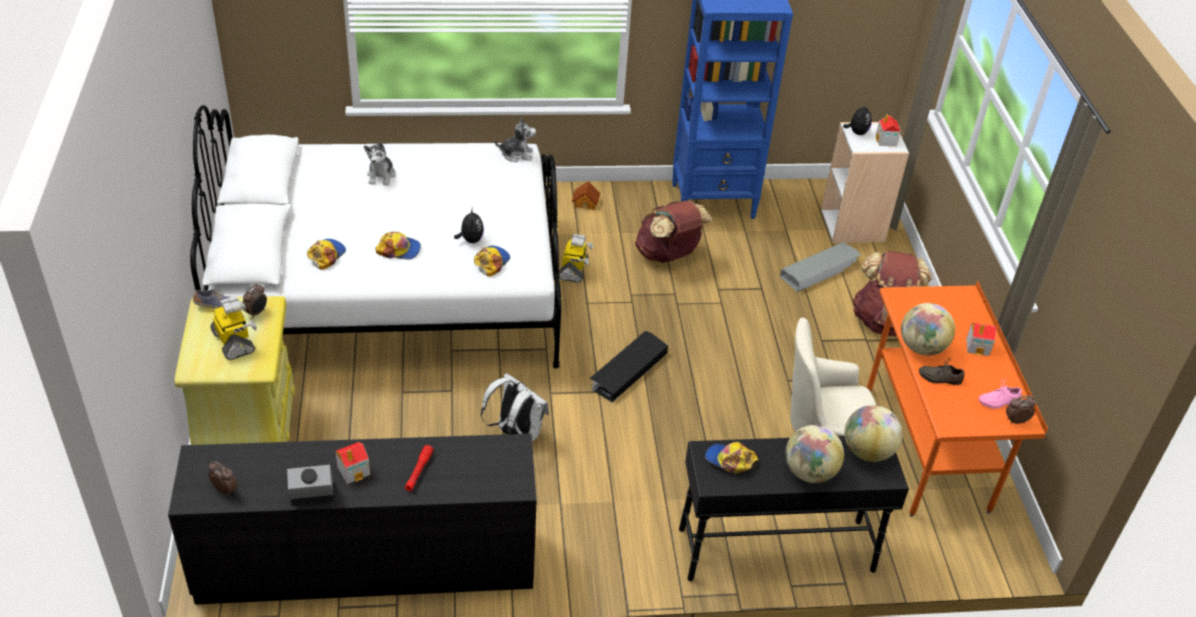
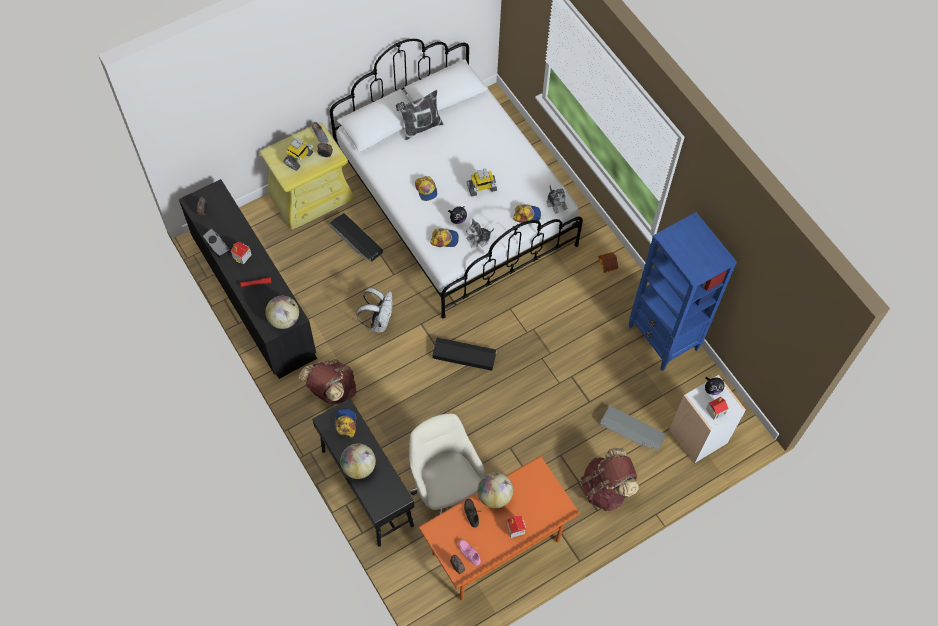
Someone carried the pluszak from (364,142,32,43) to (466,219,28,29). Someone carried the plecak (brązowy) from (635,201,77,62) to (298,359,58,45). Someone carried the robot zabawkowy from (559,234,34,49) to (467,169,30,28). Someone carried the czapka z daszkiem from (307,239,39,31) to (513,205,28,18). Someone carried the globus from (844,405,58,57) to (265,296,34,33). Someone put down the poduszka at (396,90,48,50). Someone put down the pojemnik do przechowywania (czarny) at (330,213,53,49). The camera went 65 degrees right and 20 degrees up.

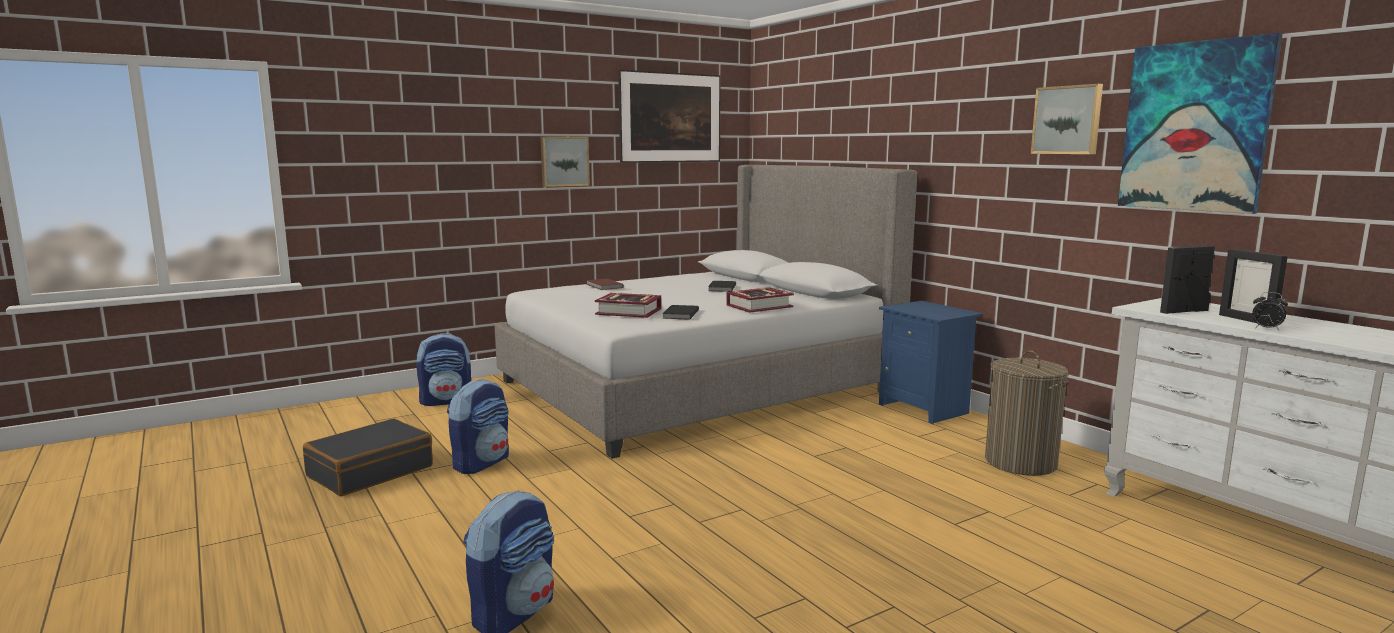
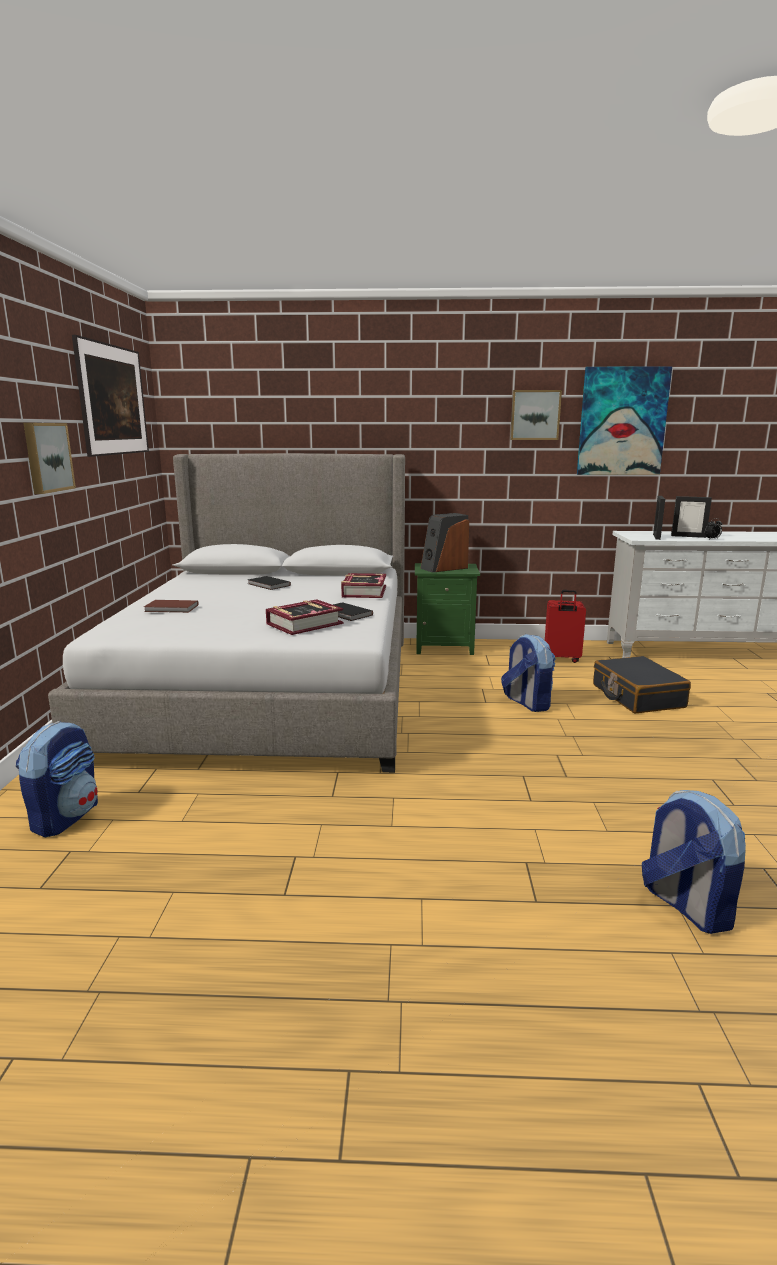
Someone repainted the szafka nocna (niebieski) at (879,301,104,123), which became the szafka nocna (zielony) at (415,563,65,92). Someone swapped the kosz na pranie at (985,350,84,126) for the walizka (czerwony) at (545,590,41,73). Someone carried the plecak from (447,379,62,95) to (501,634,55,78). Someone carried the walizka (czarny) from (303,418,130,78) to (593,656,98,57). Someone put down the głośnik at (420,513,49,60). The camera went 55 degrees left and 5 degrees up.

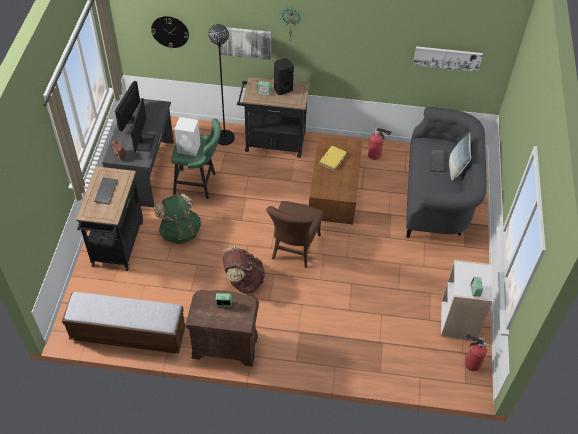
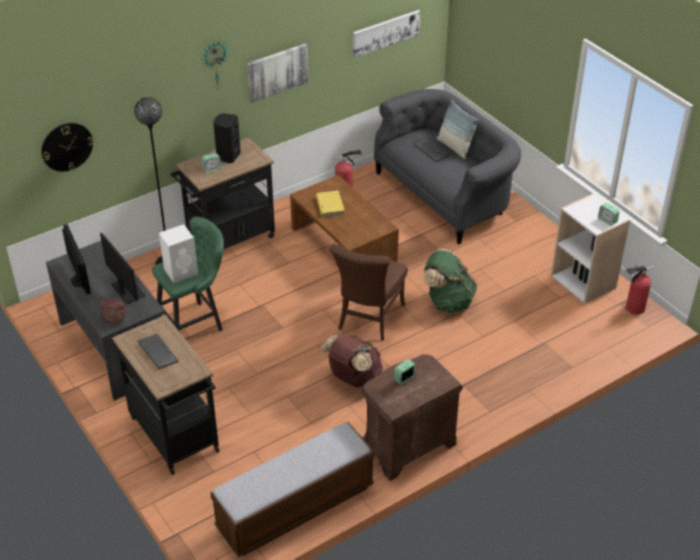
Someone carried the obraz from (220,27,51,33) to (247,44,61,59). Someone carried the plecak (zielony) from (154,194,47,50) to (423,249,54,64). Someone rotated the krzesło (brązowy) at (266,201,58,67) by 45 degrees clockwise. The camera went 40 degrees left and 10 degrees down.

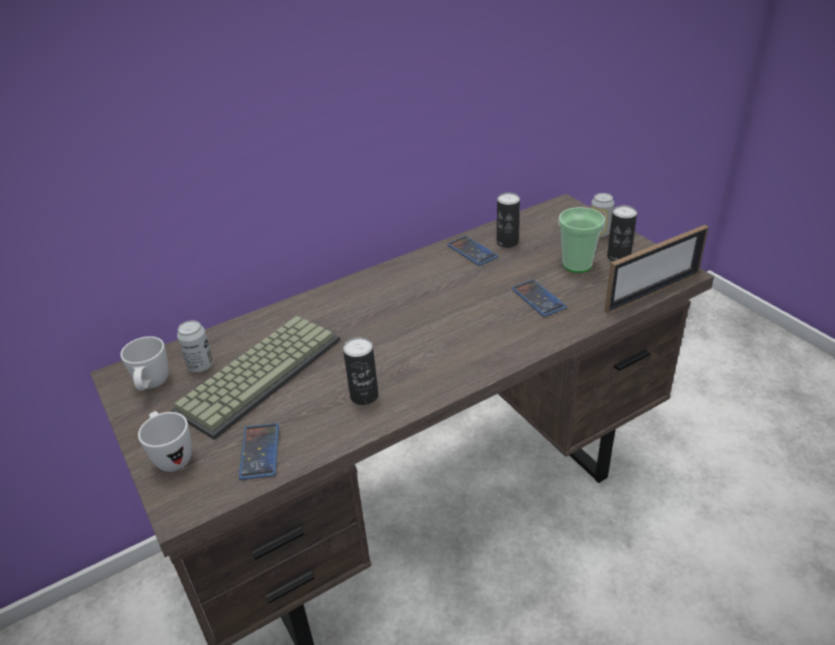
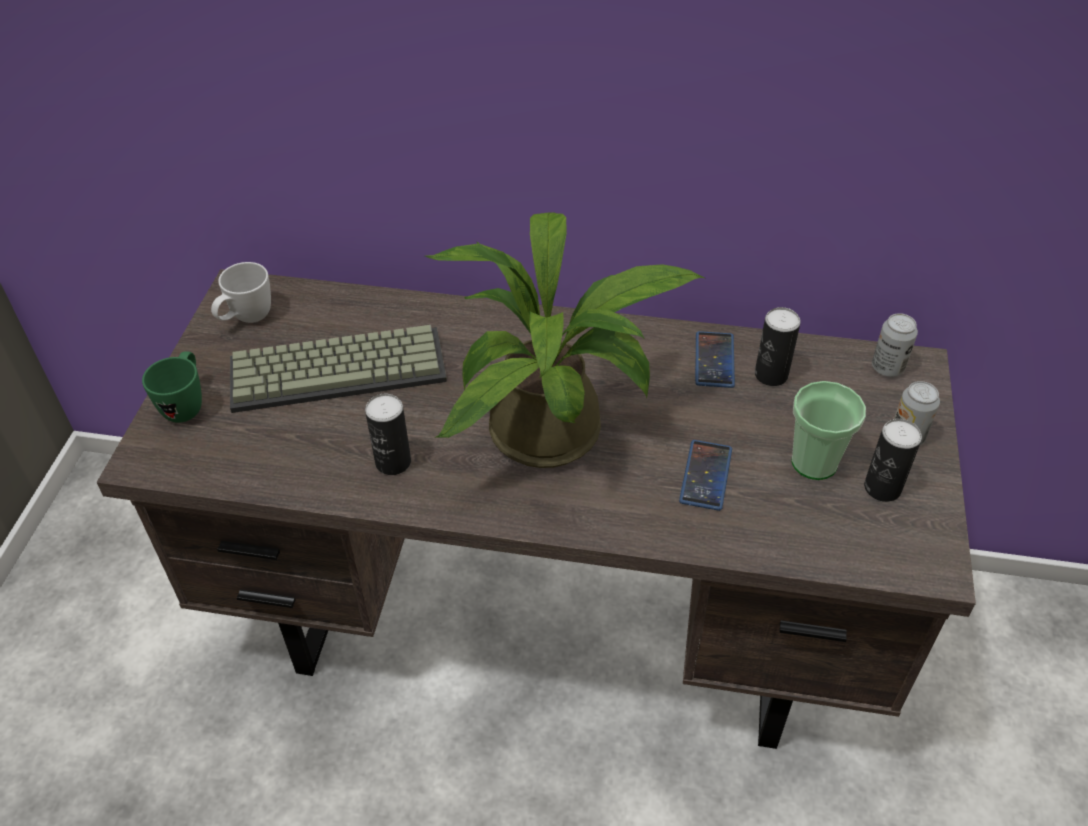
Someone took away the ramka na zdjęcie at (604,225,105,89). Someone carried the puszka from (177,320,37,52) to (872,313,46,64). Someone repainted the kubek (biały) at (138,411,54,61), which became the kubek (zielony) at (142,351,60,72). Someone took away the telefon at (239,423,40,57). Someone put down the roślina doniczkowa at (425,212,279,256). The camera went 40 degrees right and 10 degrees up.

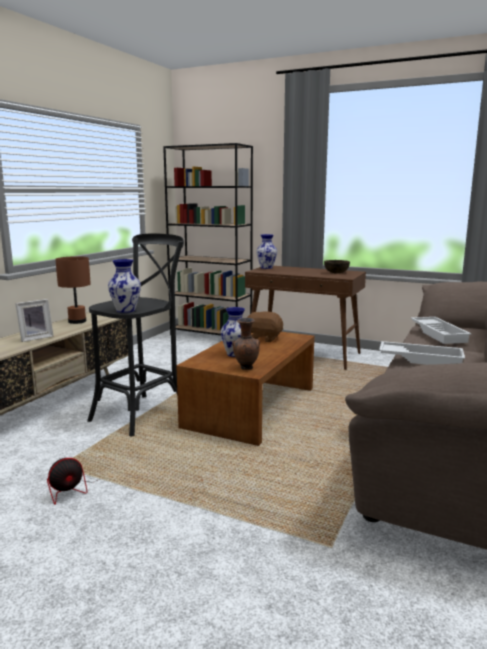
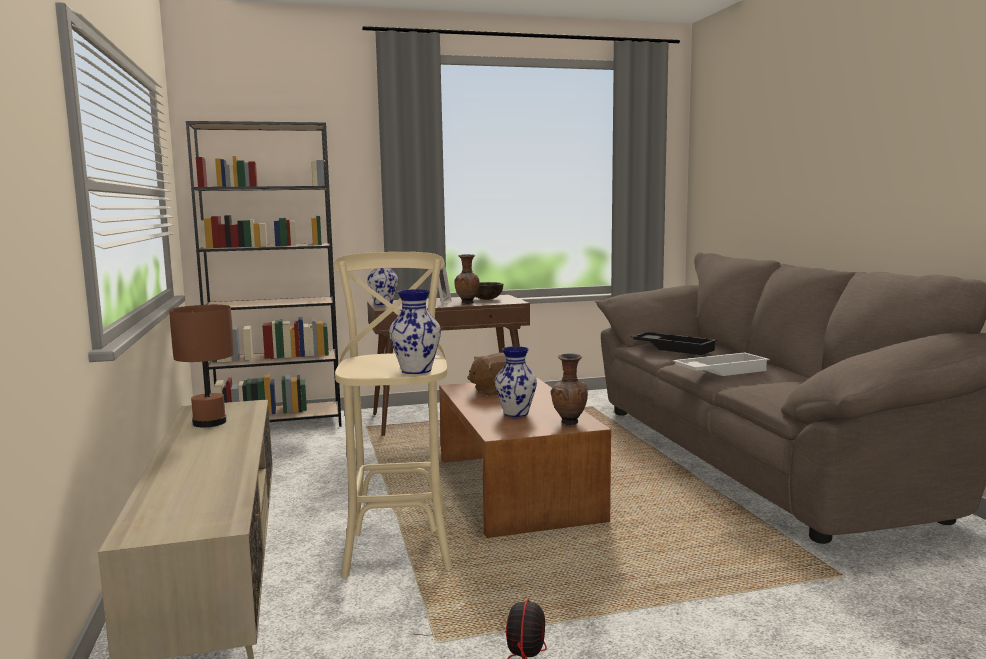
Someone repainted the stołek (czarny) at (87,233,97,203), which became the stołek (beżowy) at (334,252,118,326). Someone carried the ramka na zdjęcie from (15,299,39,43) to (437,262,14,44). Someone repainted the taca (biały) at (411,317,61,27), which became the taca (czarny) at (631,332,86,23). Someone put down the wazon (brązowy) at (454,254,26,50). The camera went 40 degrees left and 5 degrees down.

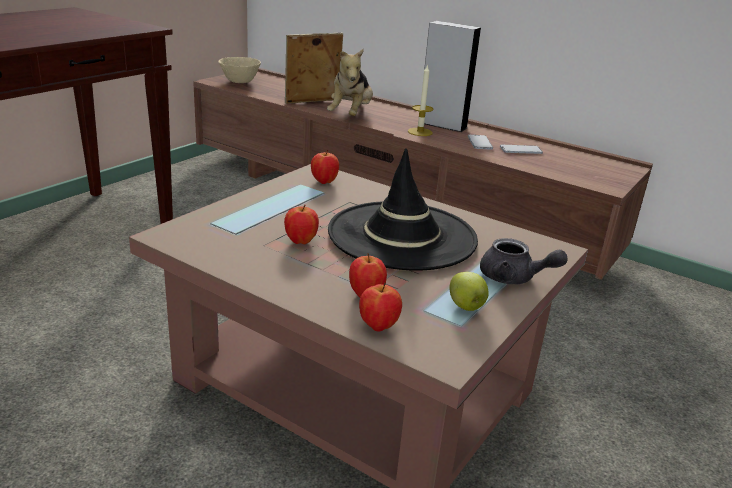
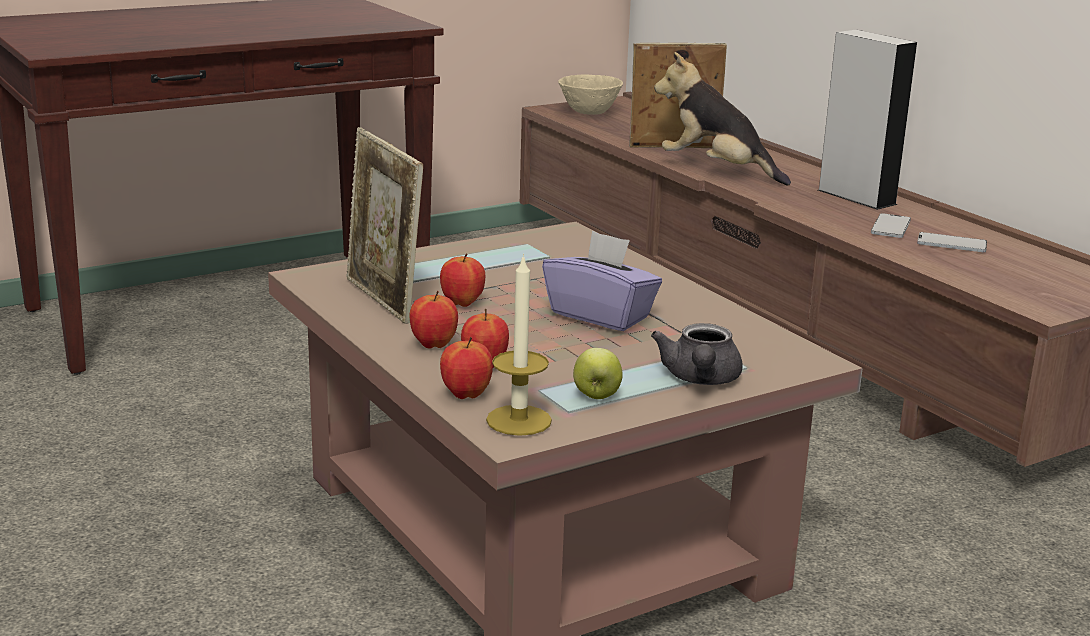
Someone rotated the pluszak at (327,48,46,68) by 90 degrees clockwise. Someone carried the świeca from (408,64,25,72) to (486,254,66,182). Someone swapped the kapelusz (czarny) at (328,148,150,122) for the pudełko chusteczek (fioletowy) at (542,231,120,100). Someone carried the jabłko from (311,150,28,34) to (409,291,49,58). Someone rotated the imbryk (szary) at (480,238,88,46) by 45 degrees clockwise. Someone put down the ramka na zdjęcie at (346,127,77,197). The camera went 25 degrees right and 5 degrees down.

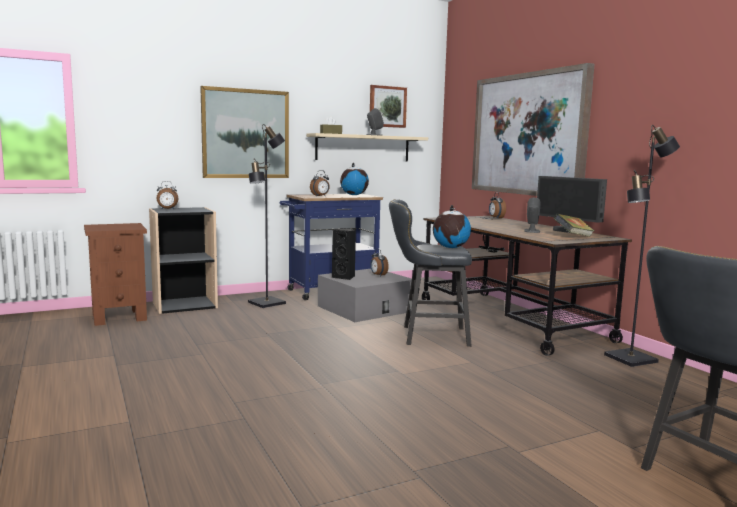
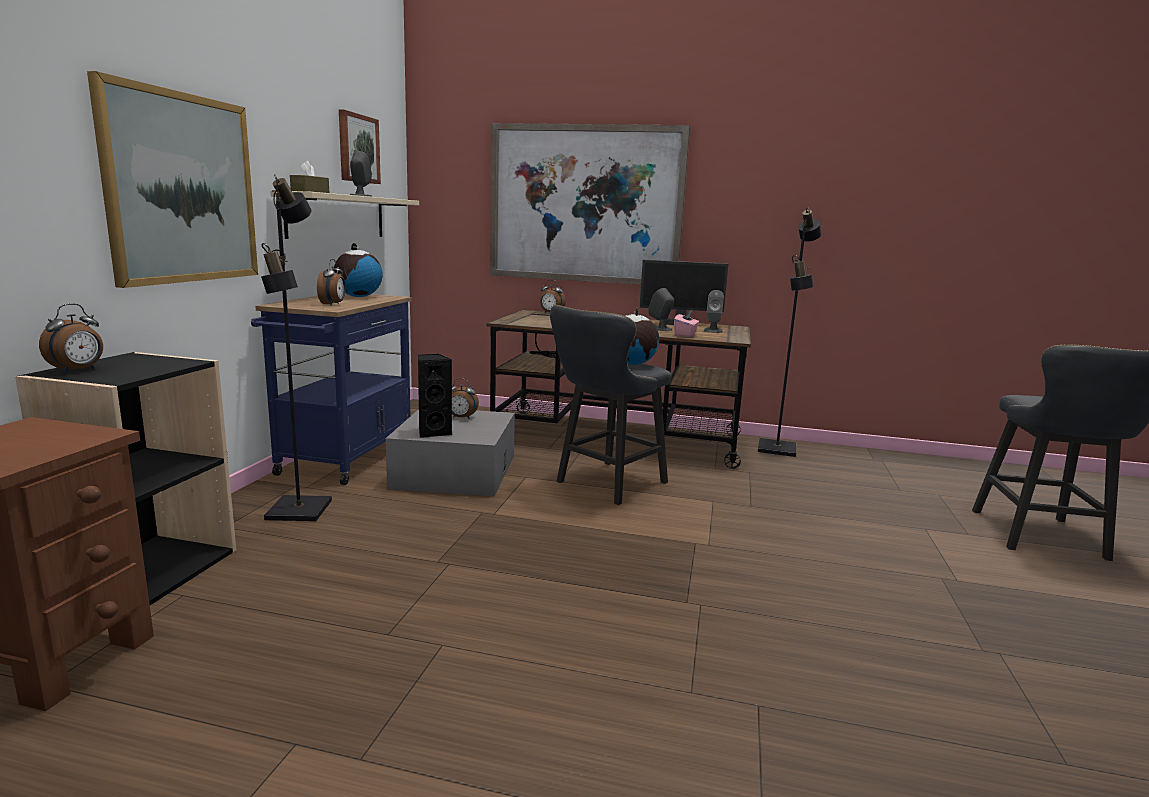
Someone swapped the książka at (554,214,40,23) for the głośnik (szary) at (704,290,20,43). Someone put down the pudełko chusteczek (różowy) at (674,310,25,27). The camera went 50 degrees left and 5 degrees up.

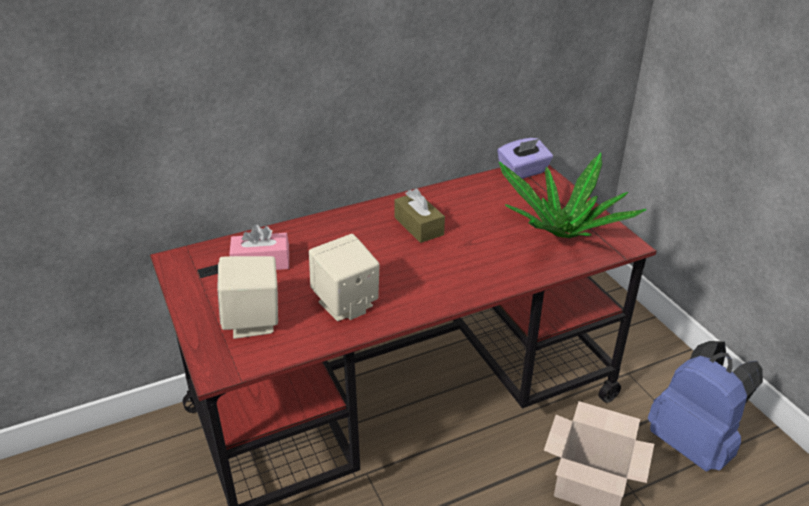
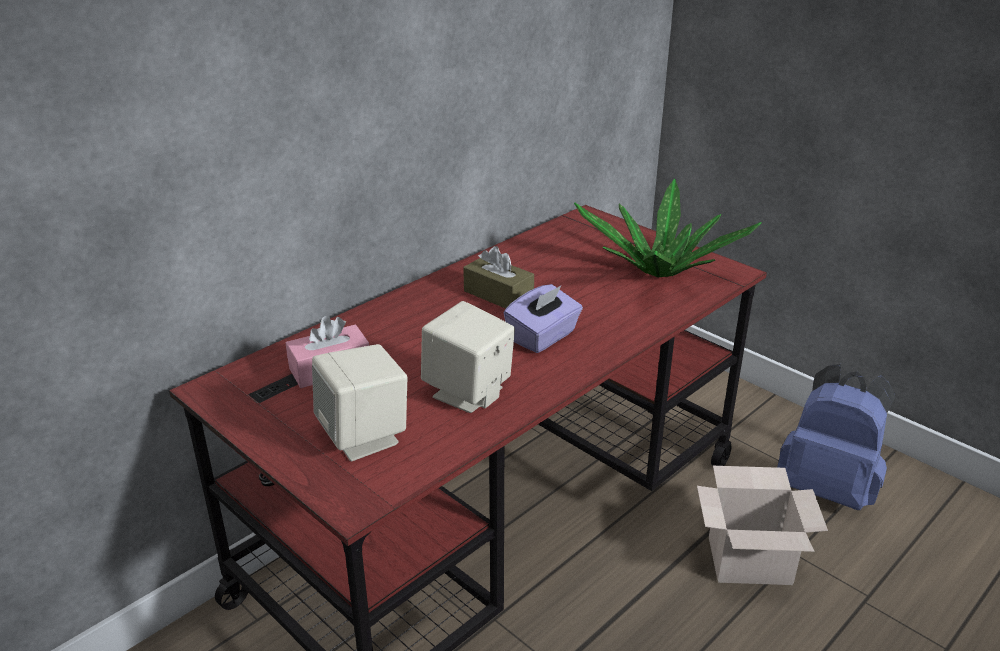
Someone carried the pudełko chusteczek (fioletowy) from (497,138,56,41) to (504,284,79,69). The camera went 20 degrees left and 5 degrees down.

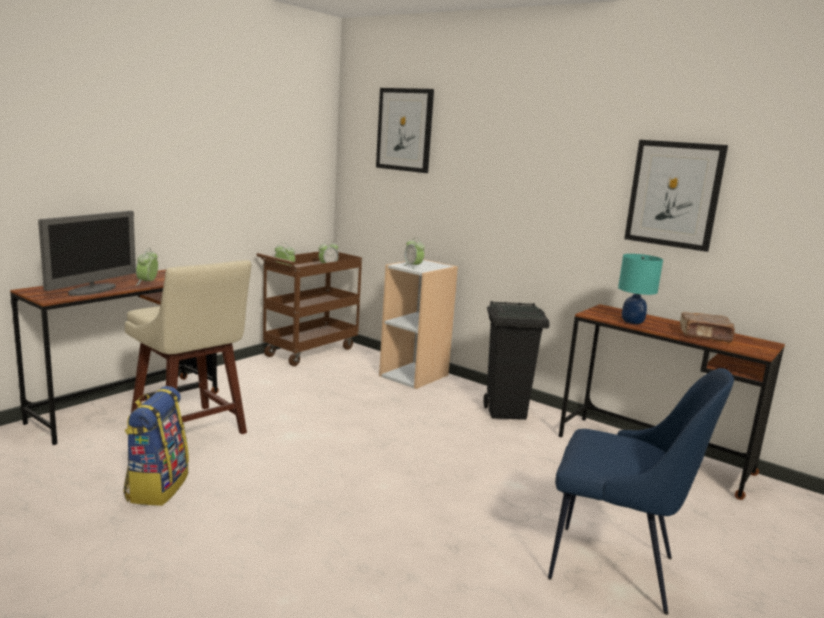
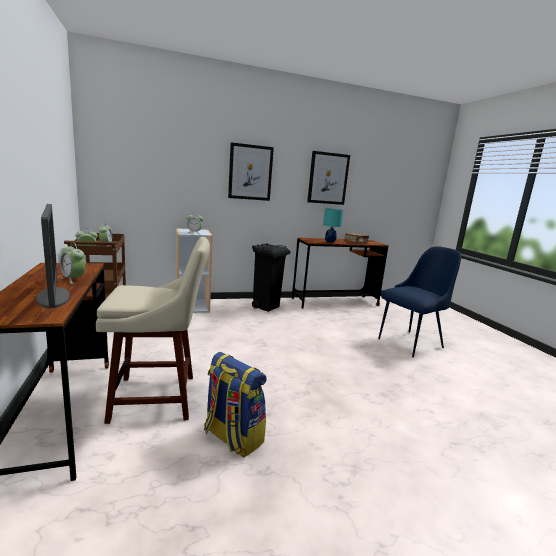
Someone carried the obraz from (376,88,58,85) to (228,142,46,59). The camera went 55 degrees left and 0 degrees up.

